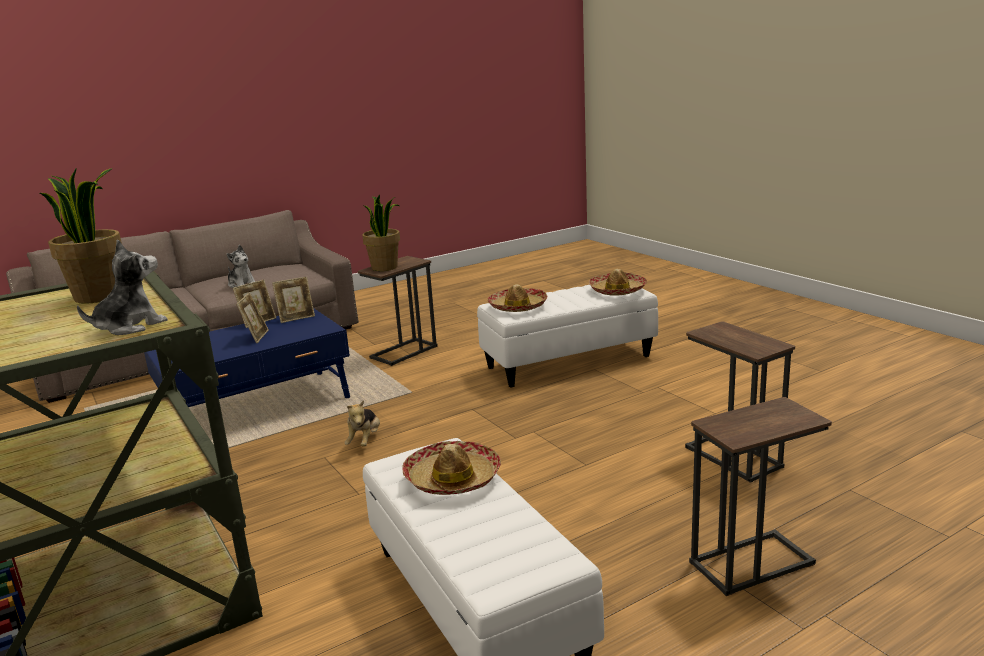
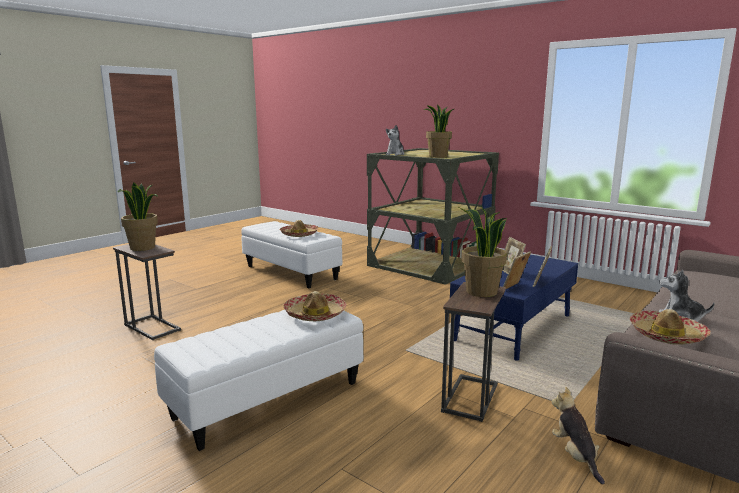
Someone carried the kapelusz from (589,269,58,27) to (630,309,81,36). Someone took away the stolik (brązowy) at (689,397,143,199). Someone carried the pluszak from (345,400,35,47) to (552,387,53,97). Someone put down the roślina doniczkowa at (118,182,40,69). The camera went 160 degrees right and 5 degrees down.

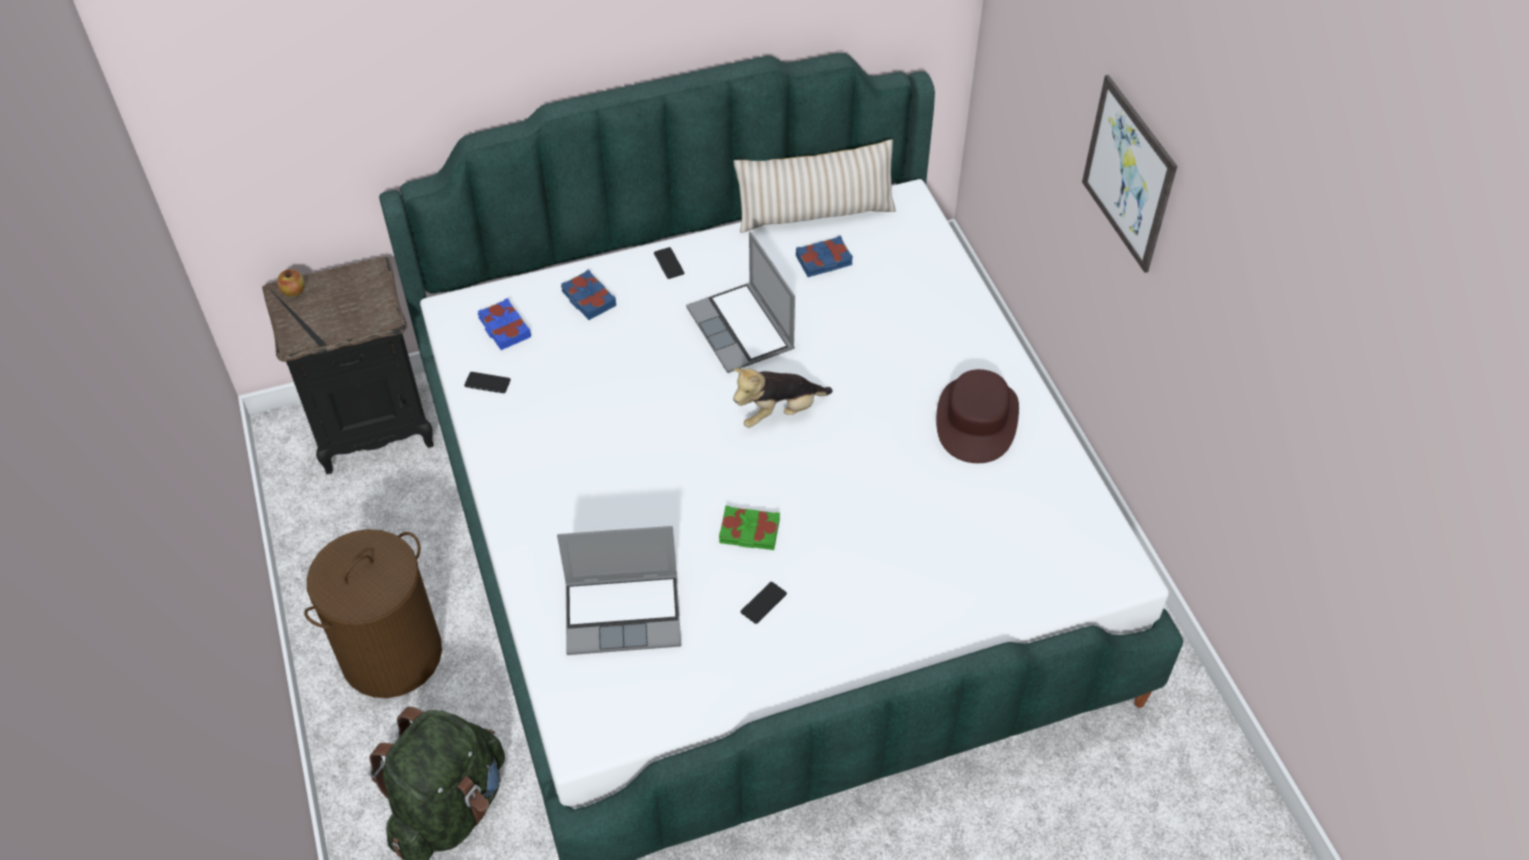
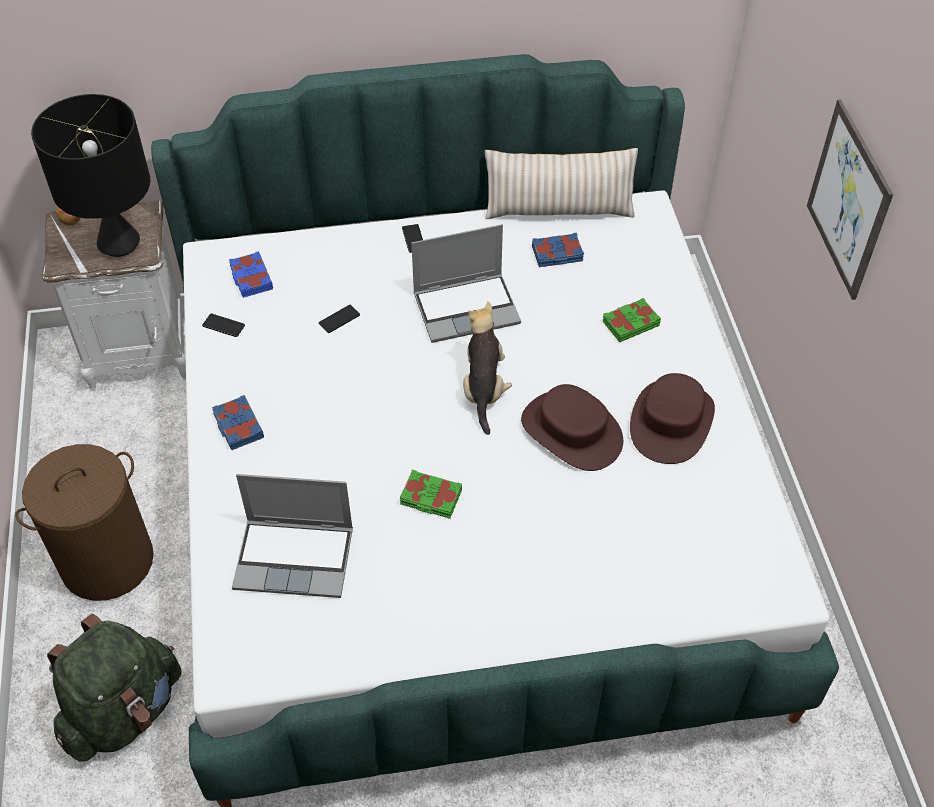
Someone rotated the laptop at (686,232,109,141) by 90 degrees counterclockwise. Someone repainted the szafka nocna (czarny) at (262,256,172,218), which became the szafka nocna (biały) at (42,200,144,191). Someone carried the książka (niebieski) from (561,269,55,51) to (212,395,52,55). Someone rotated the pluszak at (733,368,100,60) by 105 degrees clockwise. Someone carried the telefon from (741,582,46,42) to (319,305,41,28). Someone put down the lampa stołowa (czarny) at (31,94,119,163). Someone put down the książka (zielony) at (602,298,59,45). Someone put down the kapelusz (brązowy) at (521,384,102,87). The camera went 10 degrees right and 0 degrees up.

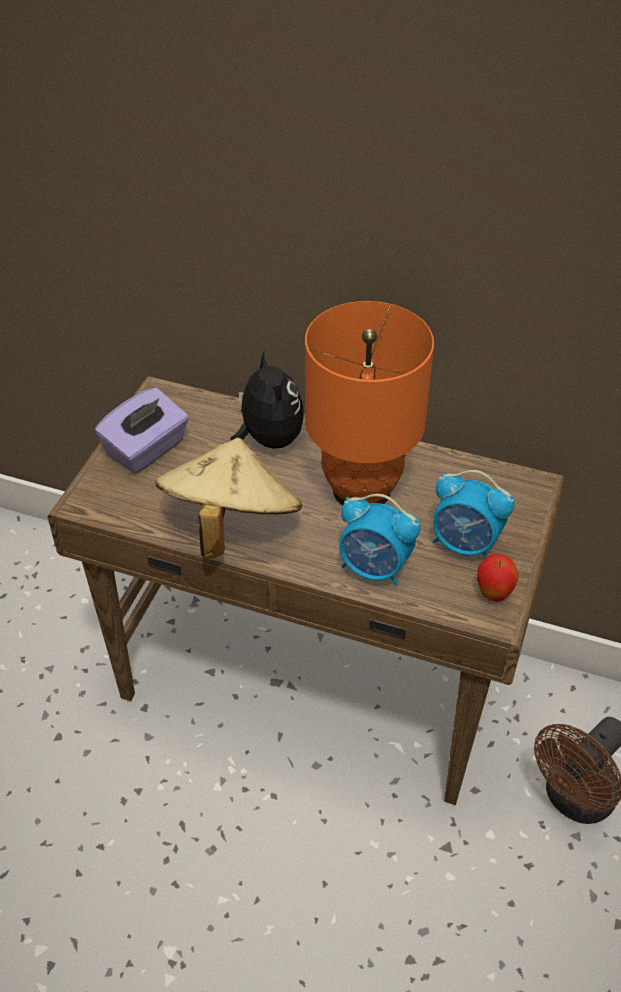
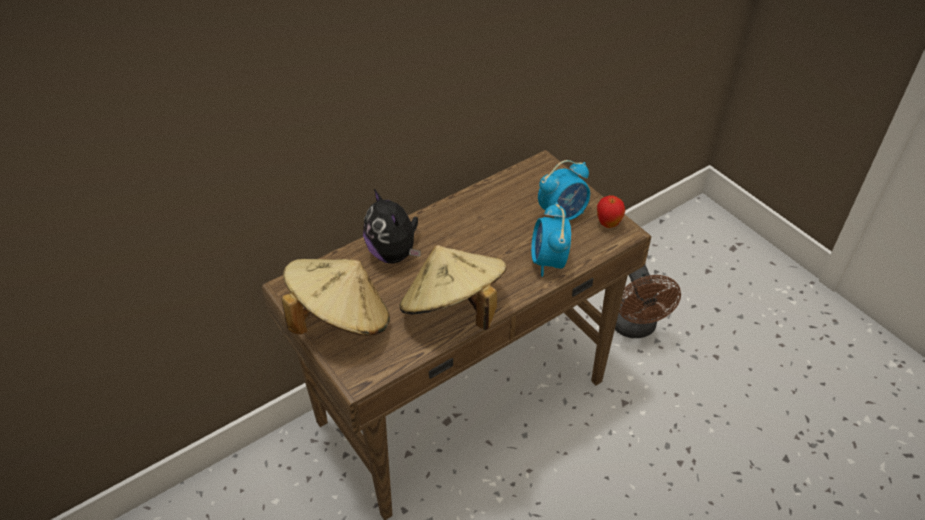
Someone took away the lampa stołowa (pomarańczowy) at (305,301,129,205). Someone rotated the pluszak at (230,350,74,99) by 135 degrees counterclockwise. Someone swapped the pudełko chusteczek (fioletowy) at (94,387,95,87) for the kapelusz (beżowy) at (281,259,109,77). Someone rotated the budzik at (339,494,82,92) by 120 degrees clockwise. The camera went 55 degrees left and 0 degrees up.

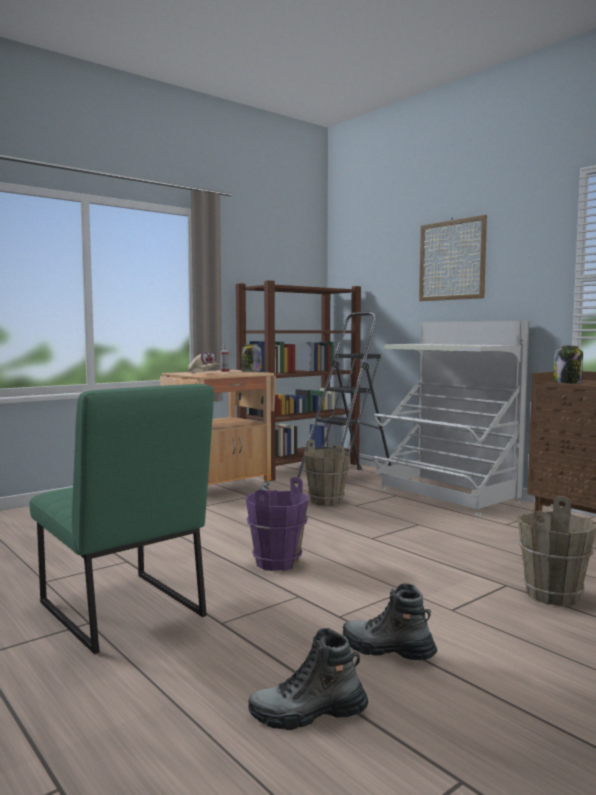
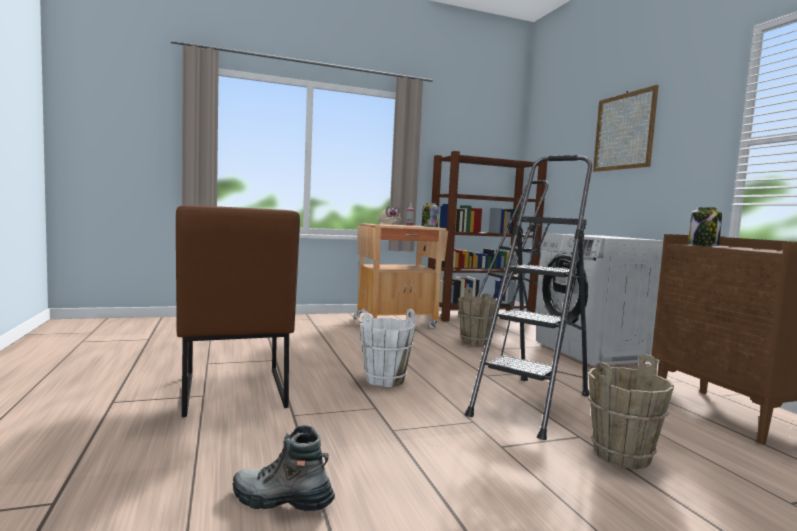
Someone swapped the regał na buty (biały) at (373,320,156,195) for the pralka (biały) at (536,233,128,133). Someone repainted the krzesło (zielony) at (30,384,184,270), which became the krzesło (brązowy) at (176,205,124,212). Someone repainted the wiadro (fioletowy) at (245,477,64,94), which became the wiadro (biały) at (360,309,56,78). Someone took away the but z cholewką at (343,583,94,77). Someone put down the drabinka at (465,155,127,285). The camera went 20 degrees right and 0 degrees up.

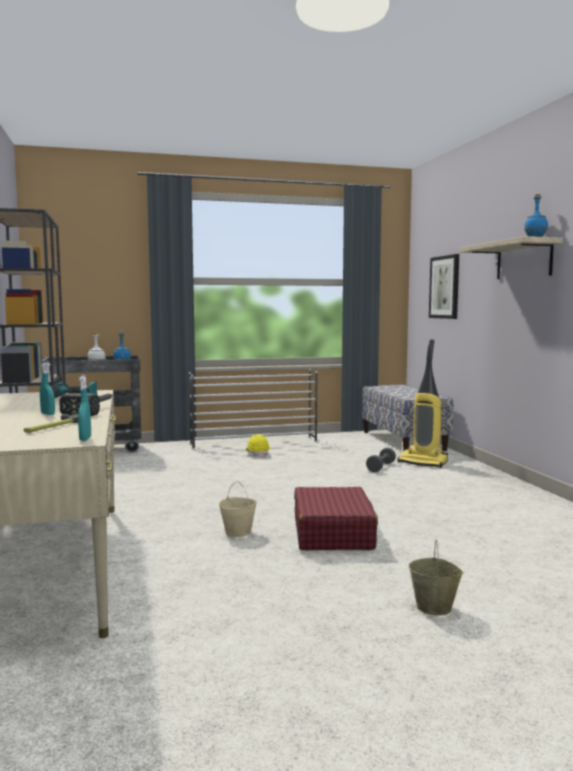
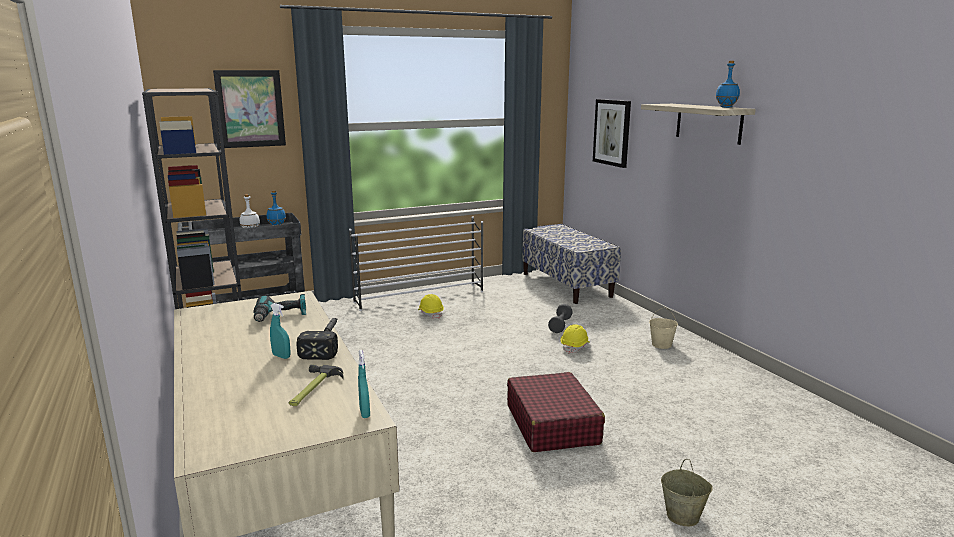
Someone took away the odkurzacz at (397,339,51,129). Someone carried the wiadro (beżowy) from (219,481,38,56) to (649,307,29,42). Someone put up the obraz at (213,70,73,78). Someone put down the kask (żółty) at (561,324,29,29). The camera went 10 degrees left and 10 degrees up.

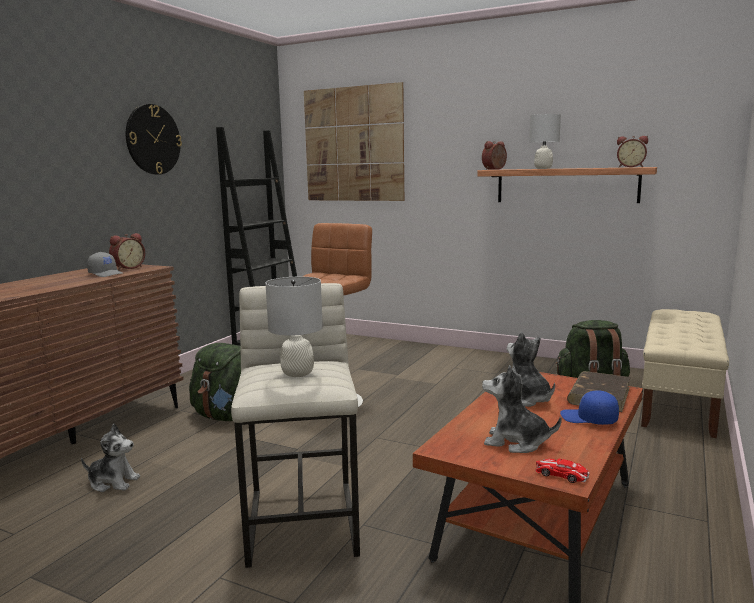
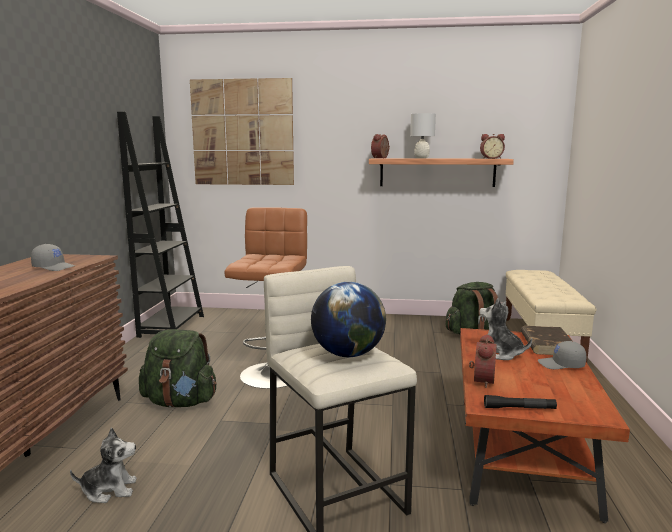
Someone took away the zegar ścienny at (126,104,56,71). Someone carried the budzik from (109,233,36,37) to (469,334,28,54). Someone swapped the lampa stołowa (szary) at (265,277,58,100) for the globus at (311,282,75,75). Someone took away the pluszak at (482,365,80,88). Someone repainted the czapka z daszkiem (niebieski) at (560,390,59,35), which became the czapka z daszkiem (szary) at (538,341,48,28). Someone took away the samochodzik at (536,459,54,24). Someone put down the latarka (czarny) at (484,395,73,14). The camera went 20 degrees left and 0 degrees up.

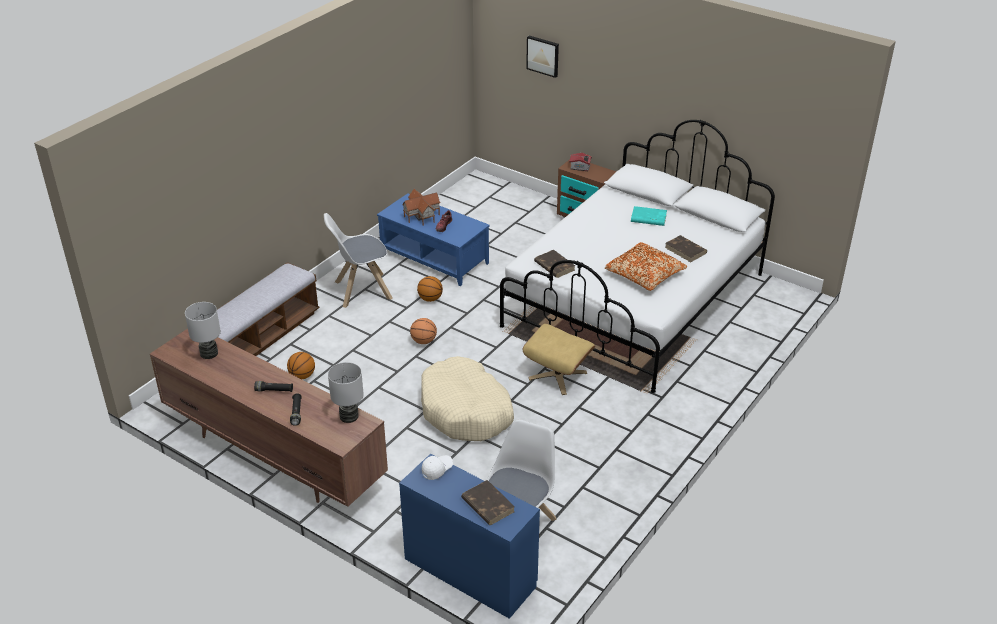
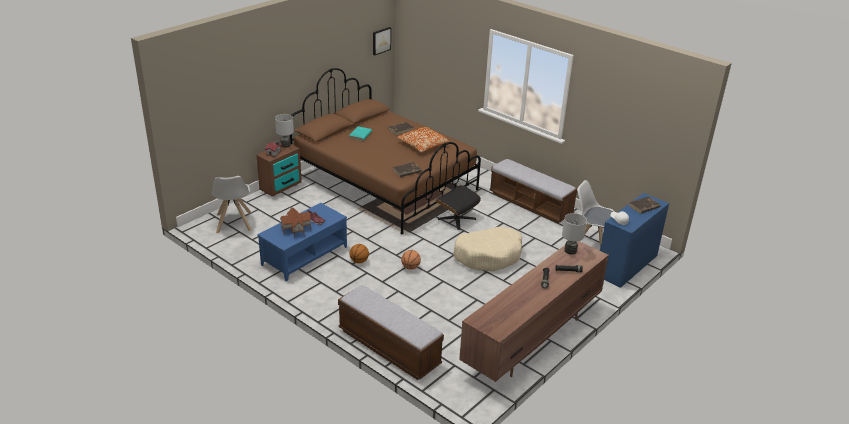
Someone carried the obraz from (526,35,33,43) to (373,27,18,28). Someone repainted the łóżko (biały) at (500,120,275,273), which became the łóżko (brązowy) at (290,68,191,166). Someone carried the krzesło from (324,213,69,95) to (211,176,41,57). Someone carried the lampa stołowa (szary) from (185,302,36,57) to (275,114,19,33). Someone repainted the pufa (beżowy) at (523,324,72,71), which became the pufa (czarny) at (436,185,45,45). Someone took away the piłka do koszykówki at (287,352,28,27). Someone put down the ławka at (489,158,88,65). The camera went 85 degrees left and 5 degrees down.

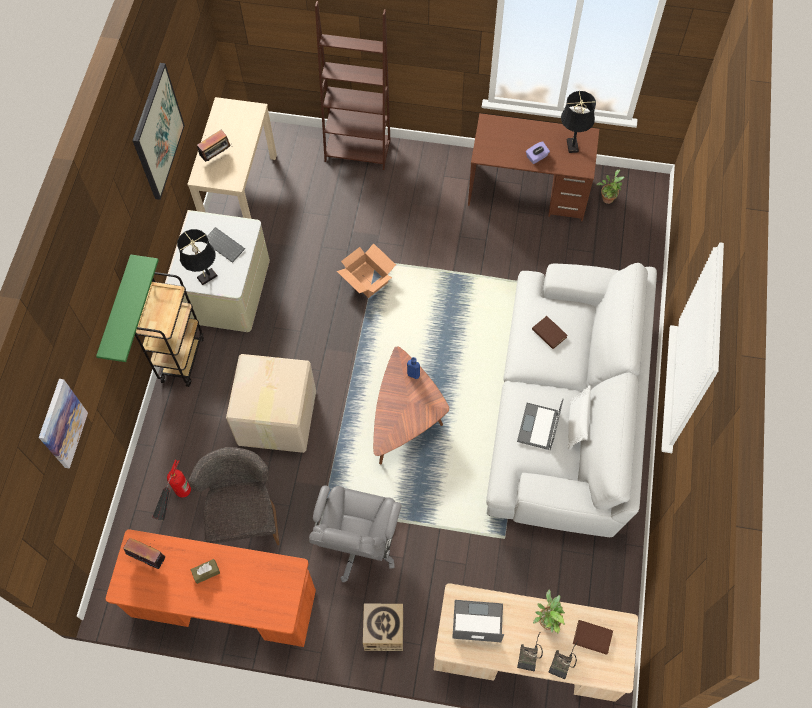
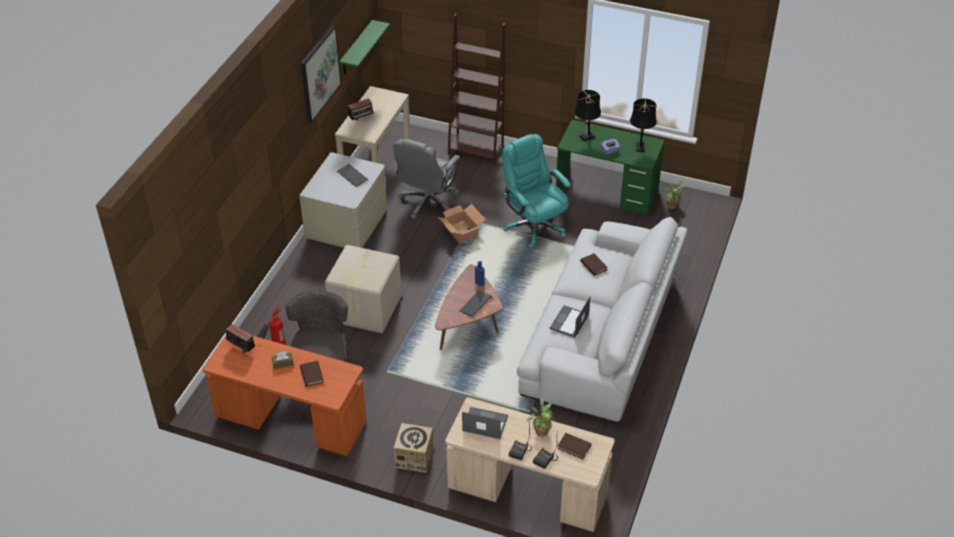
Someone repainted the biurko (brązowy) at (468,113,131,108), which became the biurko (zielony) at (556,120,109,97). Someone carried the lampa stołowa (czarny) from (177,229,41,56) to (575,90,26,51). Someone carried the półka (zielony) from (96,254,63,108) to (339,20,51,55). Someone took away the wózek (brązowy) at (135,272,69,115). Someone took away the obraz at (39,379,49,89). Someone took away the poduszka (biały) at (568,385,23,65). Someone carried the krzesło biurowe (szary) from (309,485,92,97) to (394,139,66,80). Someone put down the krzesło biurowe (turkusowy) at (502,134,69,115). Someone put down the klawiatura at (459,291,33,26). Someone put down the książka (brązowy) at (300,360,24,27). The camera went 10 degrees right and 20 degrees down.

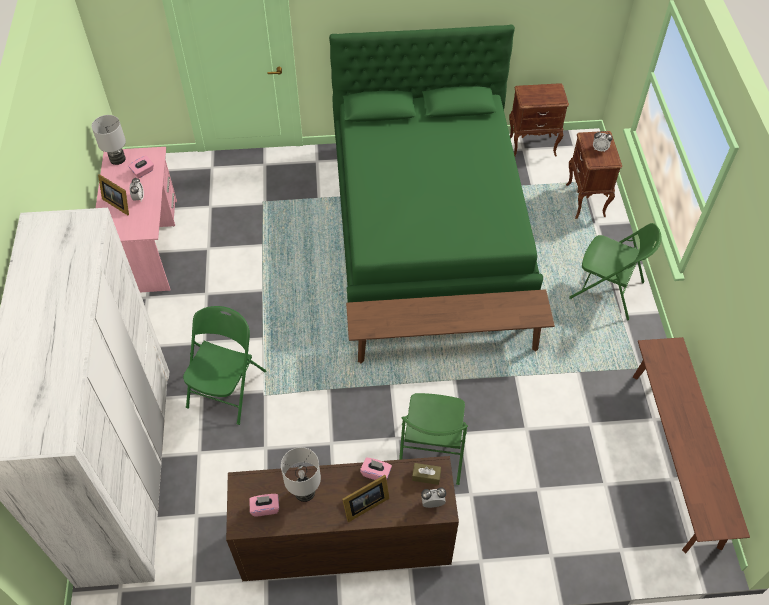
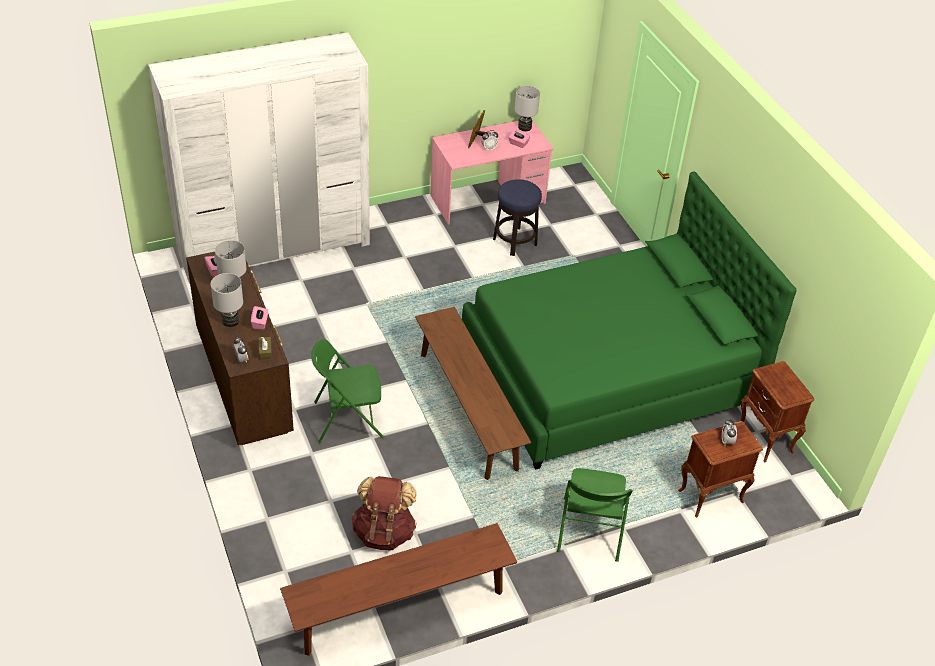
Someone took away the krzesło (zielony) at (183,306,84,119). Someone swapped the ramka na zdjęcie at (342,475,48,47) for the lampa stołowa (szary) at (211,273,32,54). Someone put down the stołek at (493,179,49,77). Someone put down the plecak (brązowy) at (351,476,66,74). The camera went 70 degrees right and 10 degrees down.

